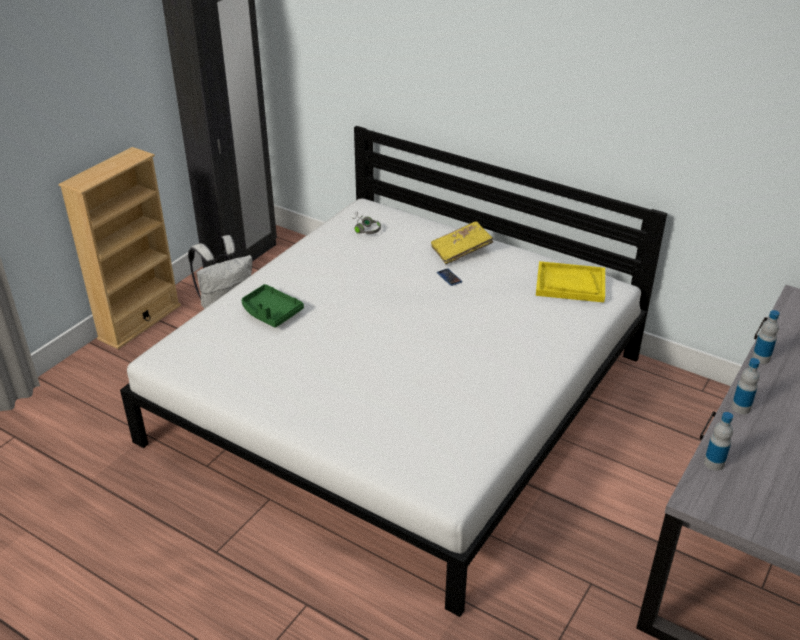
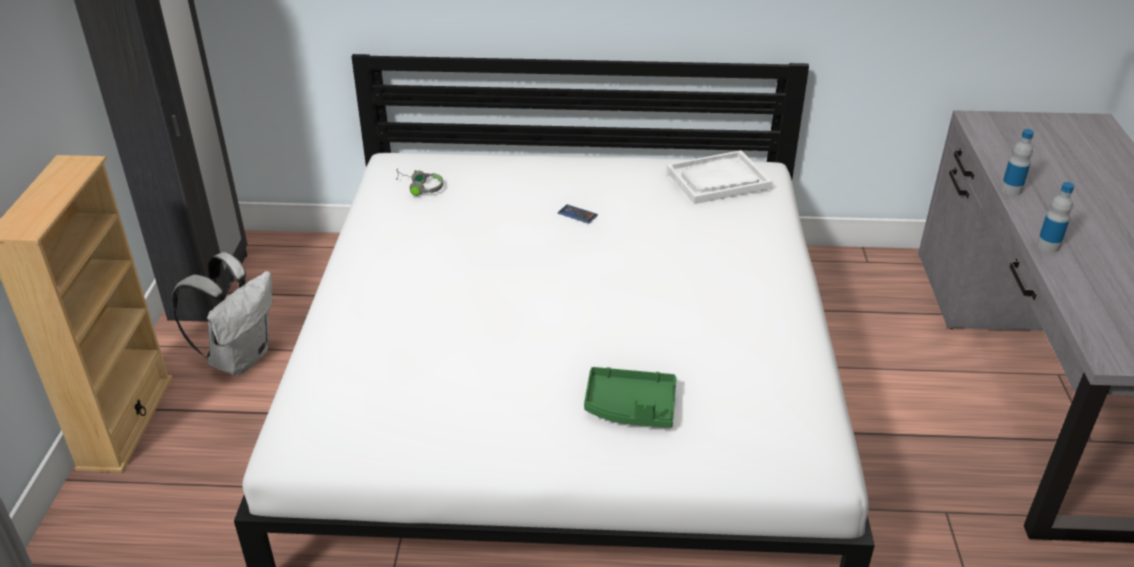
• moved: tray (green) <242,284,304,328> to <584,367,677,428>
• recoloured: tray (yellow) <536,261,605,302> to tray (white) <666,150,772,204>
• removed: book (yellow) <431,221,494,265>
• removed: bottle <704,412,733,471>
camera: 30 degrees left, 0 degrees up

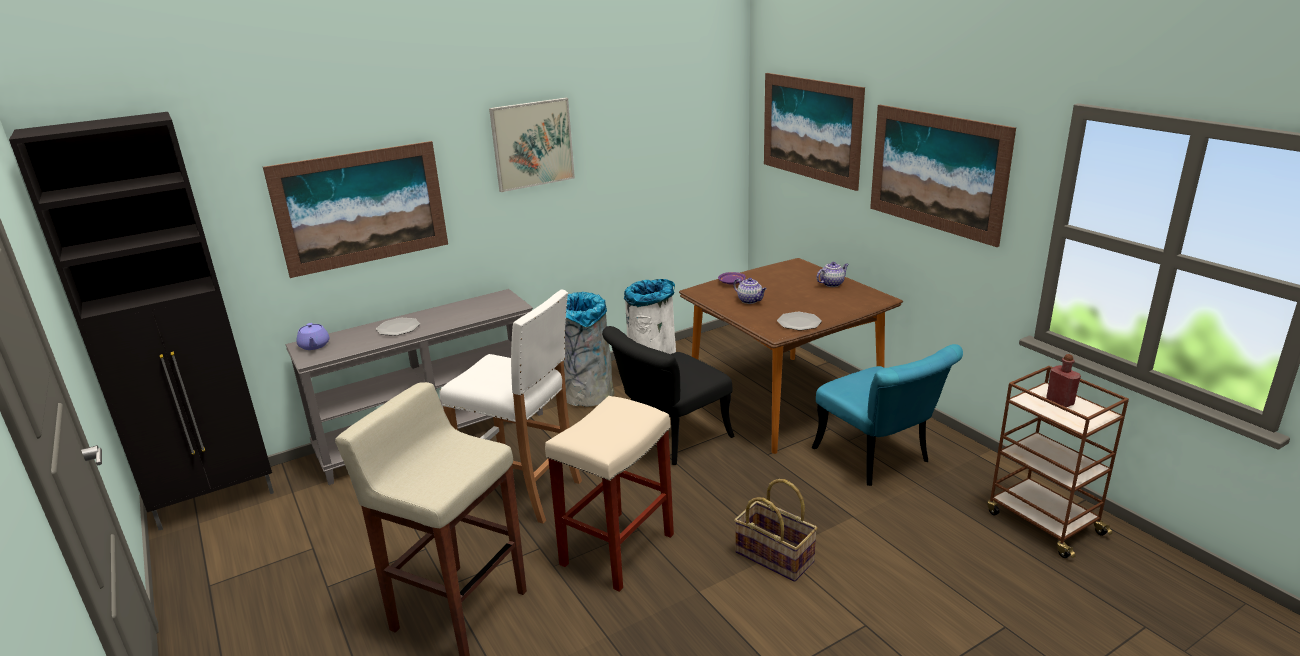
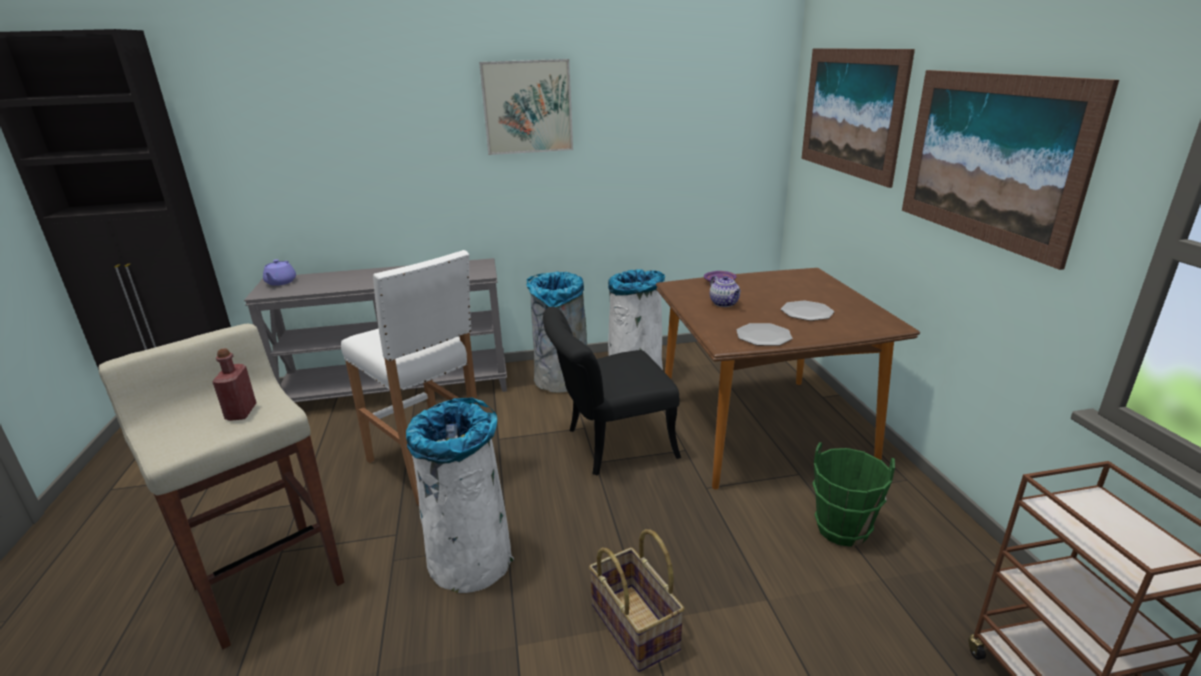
• moved: bottle (red) <1046,354,1081,407> to <212,348,256,421>
• replaced: stool (beige) <545,396,674,592> to trash can (white) <406,397,514,593>
• moved: plate <376,318,420,336> to <781,301,834,321>
• replaced: chair (turquoise) <811,344,963,486> to bucket (green) <812,442,895,547>
• removed: picture <263,141,448,278>
• removed: teapot <816,262,849,287>
camera: 20 degrees right, 0 degrees up

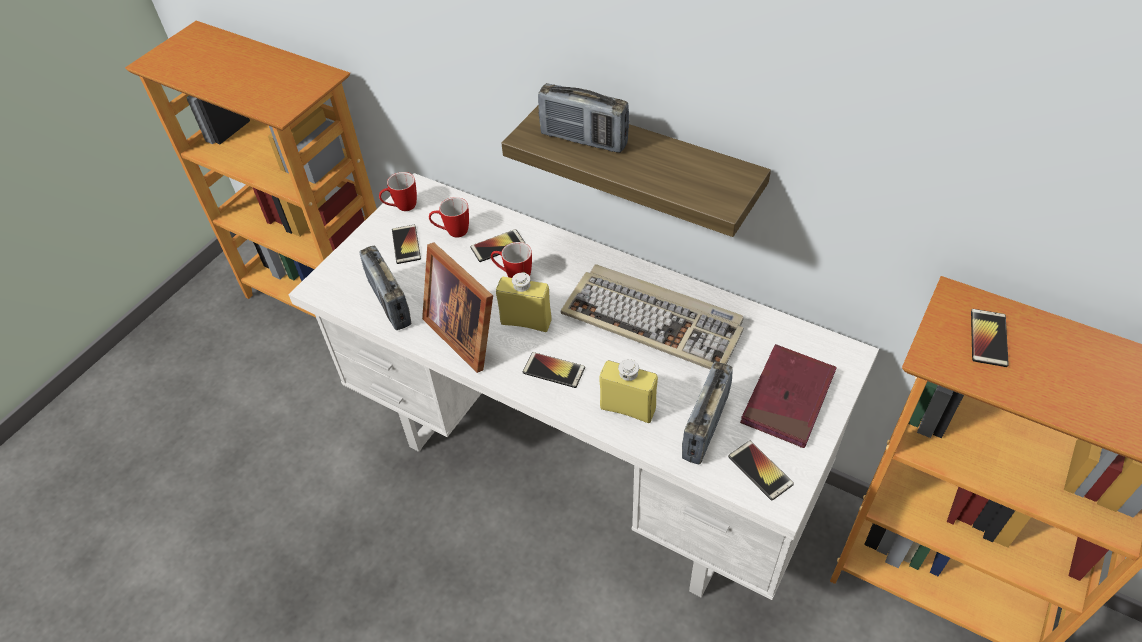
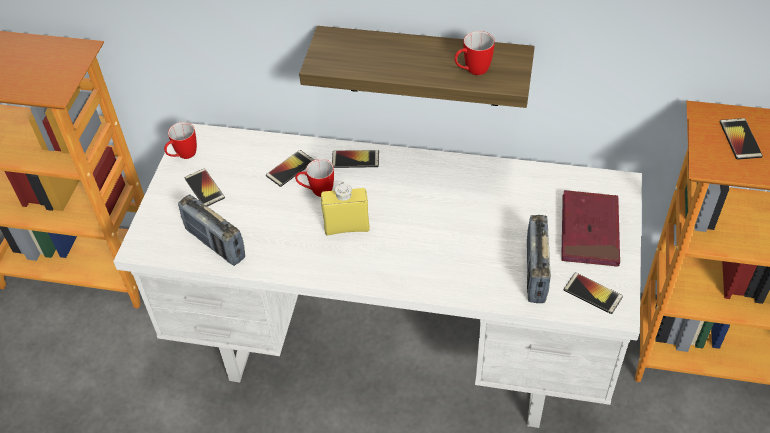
• moved: phone <523,352,585,388> to <332,150,379,168>
• moved: mug <429,197,469,237> to <454,31,495,75>
• removed: picture frame <422,242,493,373>
• removed: radio <538,83,629,153>
• removed: keyboard <561,264,744,370>
• removed: bottle (yellow) <599,359,658,423>
camera: 20 degrees left, 0 degrees up

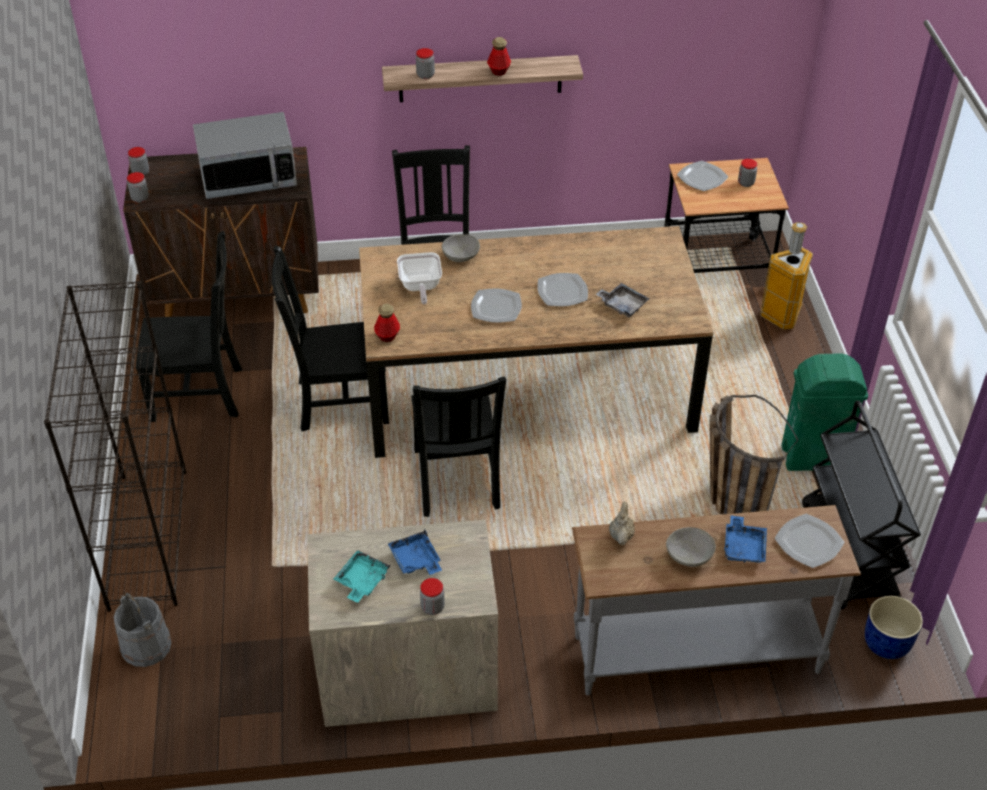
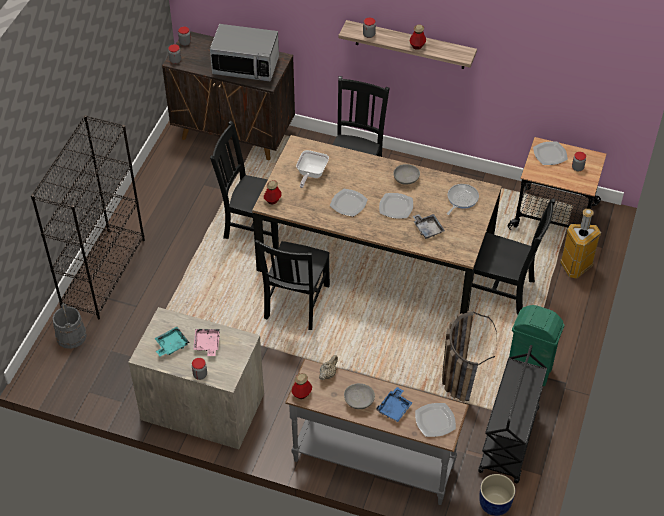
• recoloured: tray (blue) <388,529,442,575> to tray (pink) <193,328,220,356>
• added: bottle <291,373,312,399>
• moved: bowl (grey) <442,234,480,262> to <393,164,420,185>
• added: frying pan <447,184,479,215>
• moved: chair (black) <136,231,242,422> to <472,199,555,314>
camera: 25 degrees right, 5 degrees up

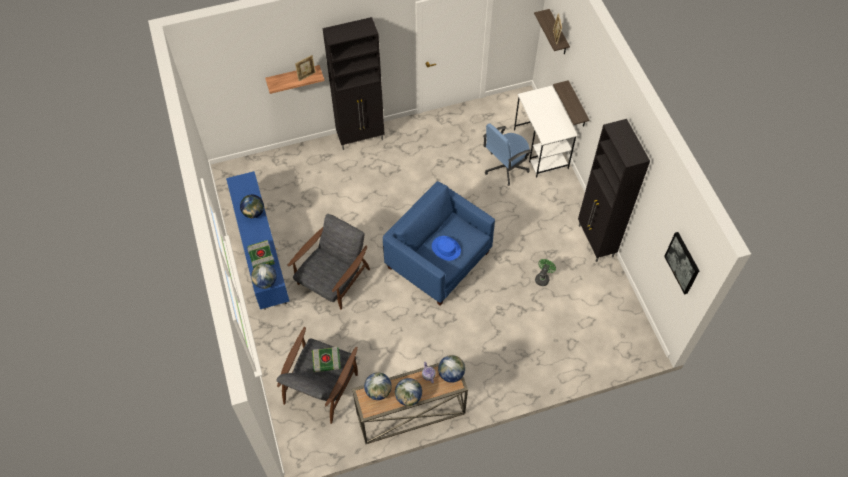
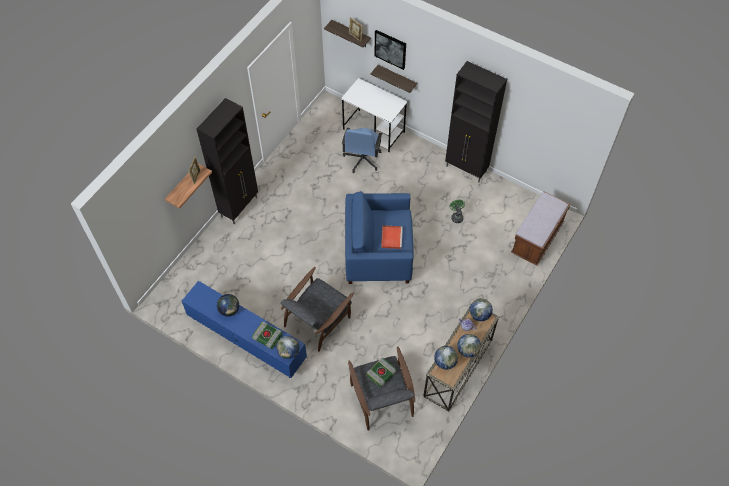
• turned: armchair (grey) <287,214,370,310> = <281,267,354,352> 135 degrees counterclockwise
• moved: picture <664,232,699,295> to <374,30,406,70>
• replaced: hat (blue) <432,236,461,261> to tray (red) <381,225,403,249>
• added: bench (brown) <511,192,570,266>
camera: 40 degrees left, 0 degrees up

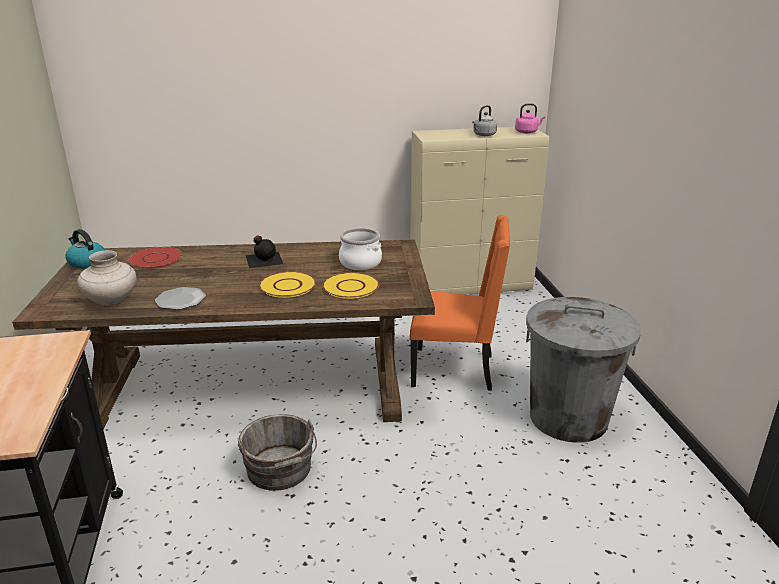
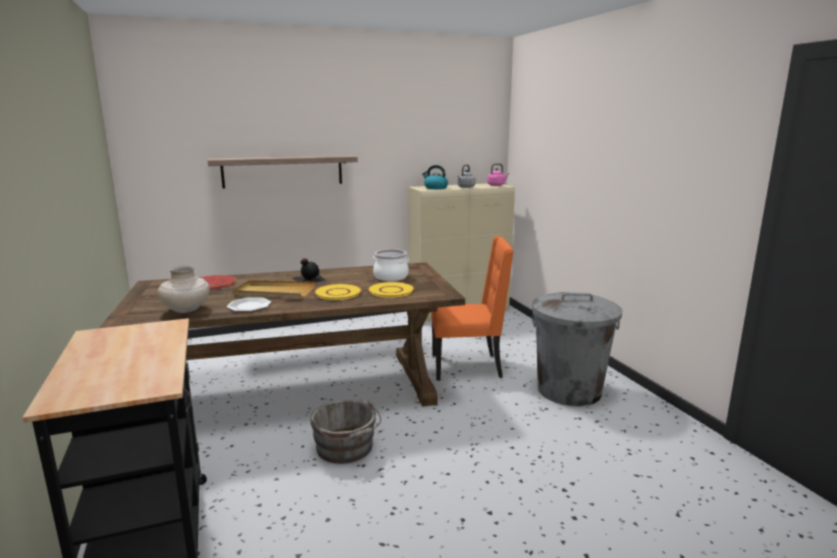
• added: shelf <208,155,358,189>
• added: tray (beige) <233,280,315,297>
• moved: kettle <65,229,105,269> to <422,165,448,189>
camera: 10 degrees left, 10 degrees down

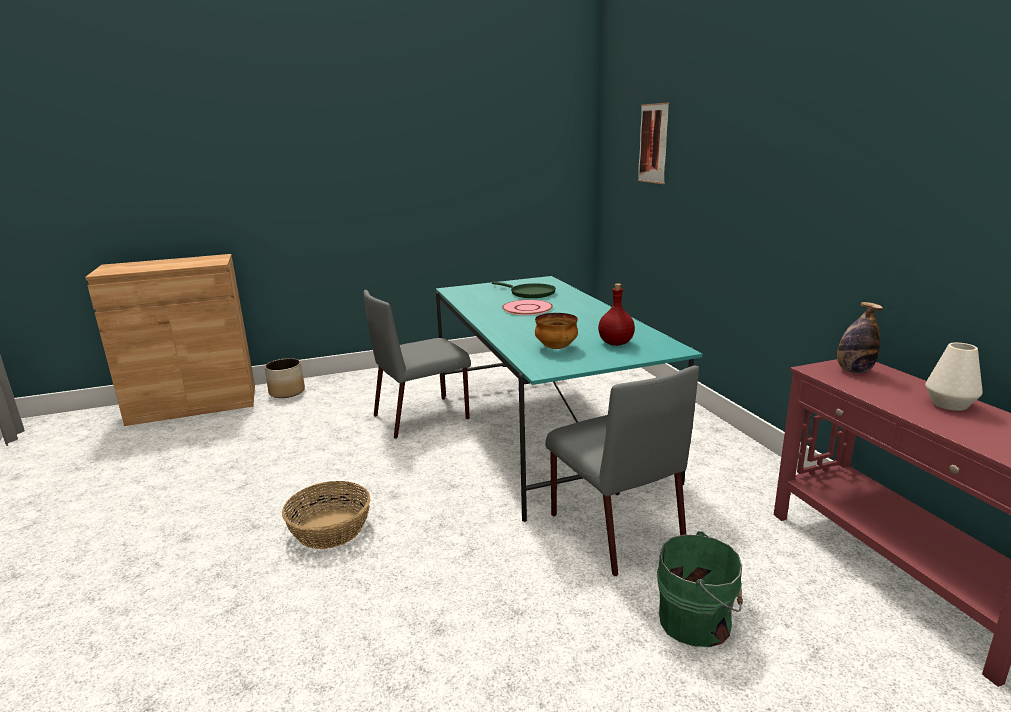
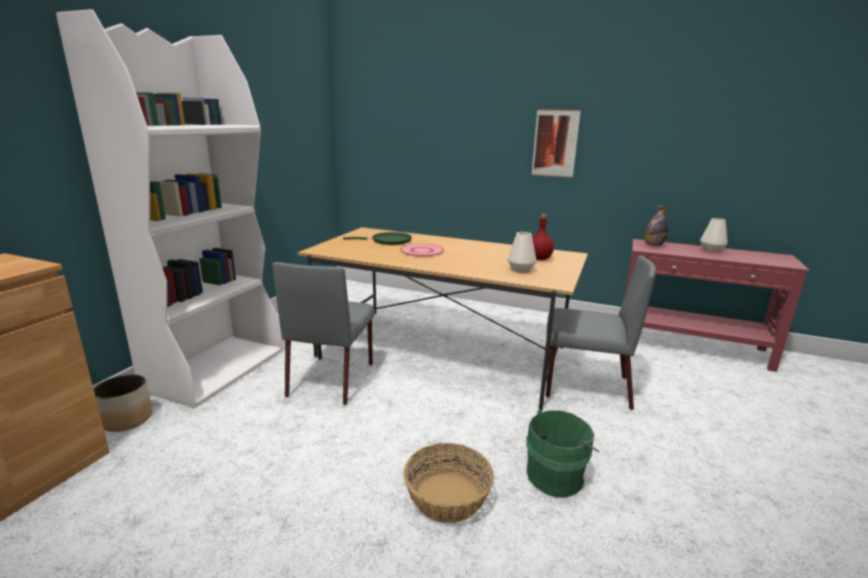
• added: bookcase (white) <56,9,282,408>
• recoloured: dining table (turquoise) <436,276,702,522> to dining table (beige) <297,227,588,410>
• replaced: bowl <535,313,578,349> to vase (white) <507,232,537,273>
• moved: bucket (green) <657,531,743,647> to <526,410,599,498>
• moved: picture <638,102,669,184> to <532,109,581,178>
camera: 50 degrees left, 0 degrees up

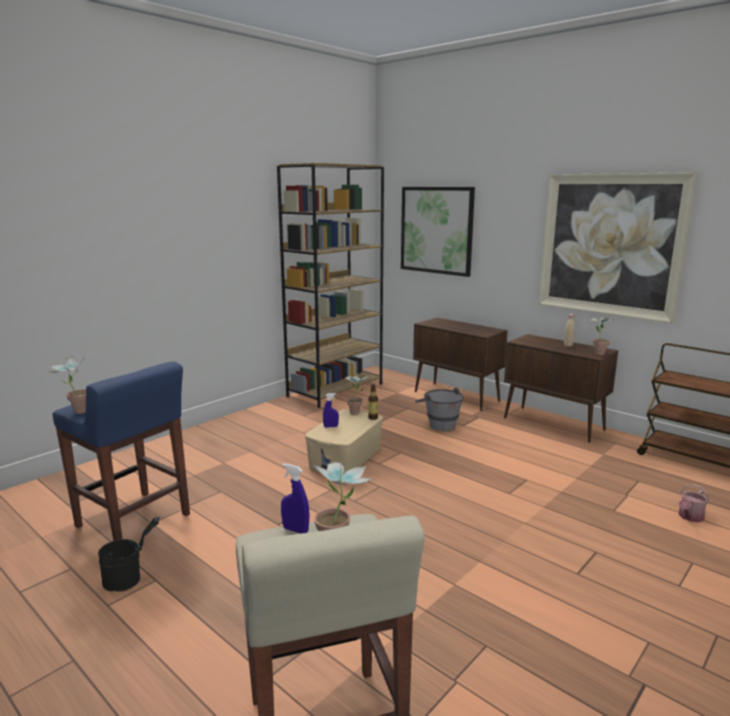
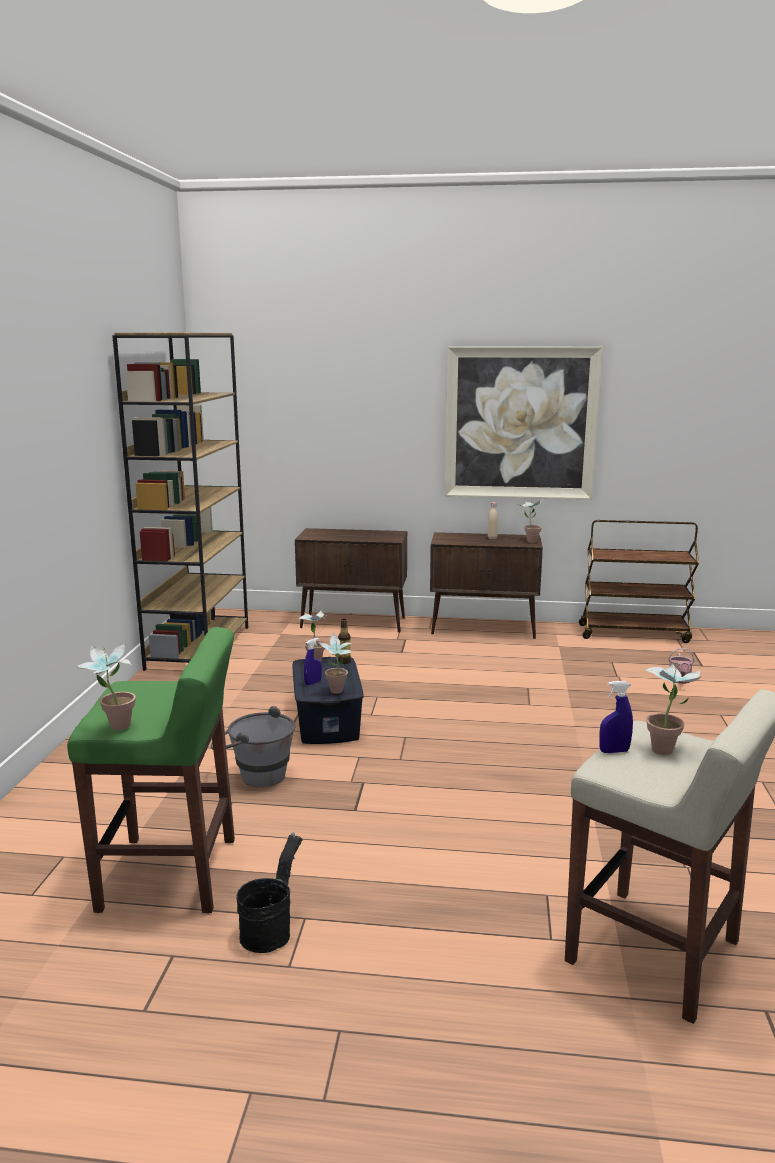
• recoloured: stool (blue) <53,362,190,541> to stool (green) <67,627,235,913>
• moved: bucket (grey) <415,387,464,431> to <211,706,296,788>
• recoloured: storage box (beige) <305,409,383,474> to storage box (blue) <292,657,364,744>
• added: potted plant <319,633,353,694>
• removed: picture <401,187,475,277>
camera: 35 degrees left, 0 degrees up

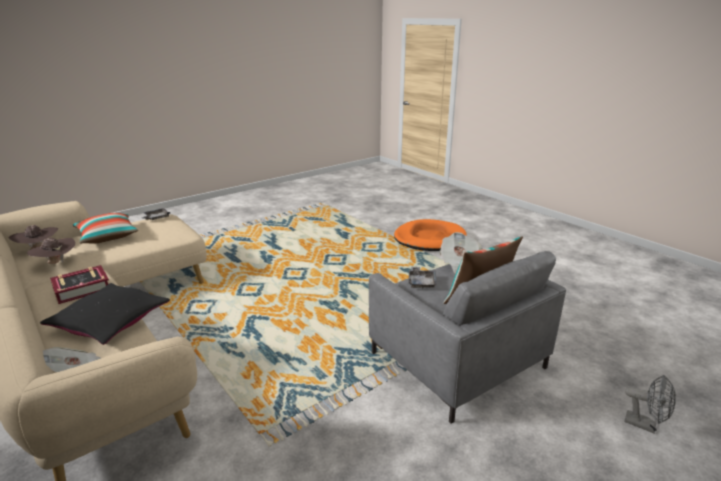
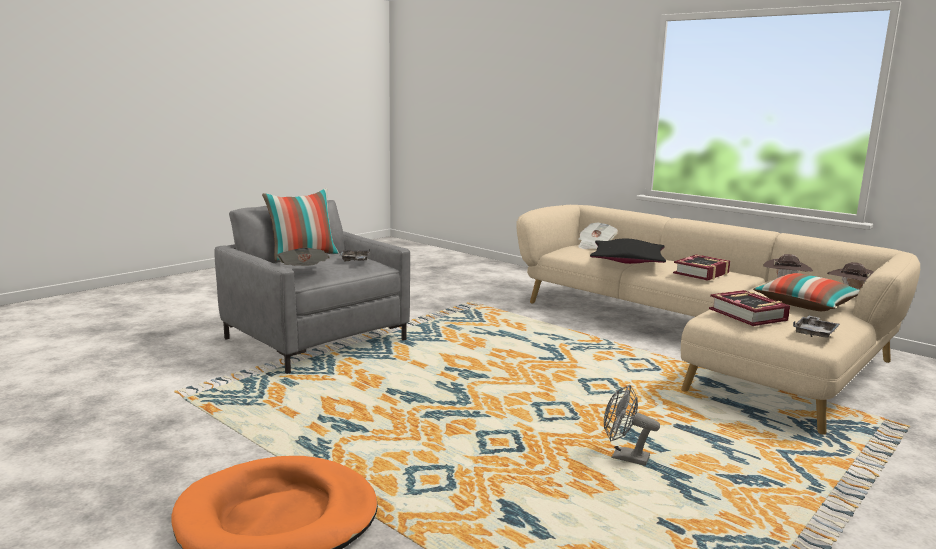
• moved: fan (grey) <624,375,676,433> to <604,385,660,466>
• added: book <709,290,790,326>
camera: 170 degrees right, 10 degrees down

